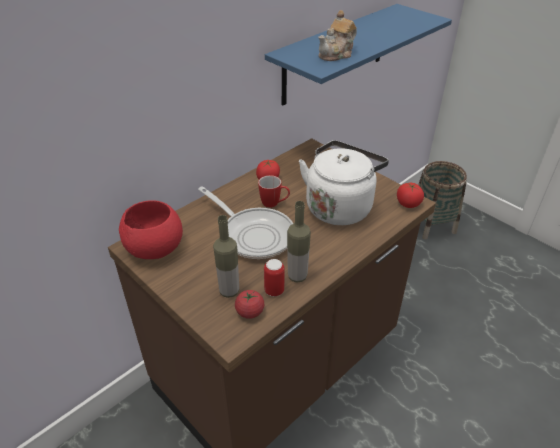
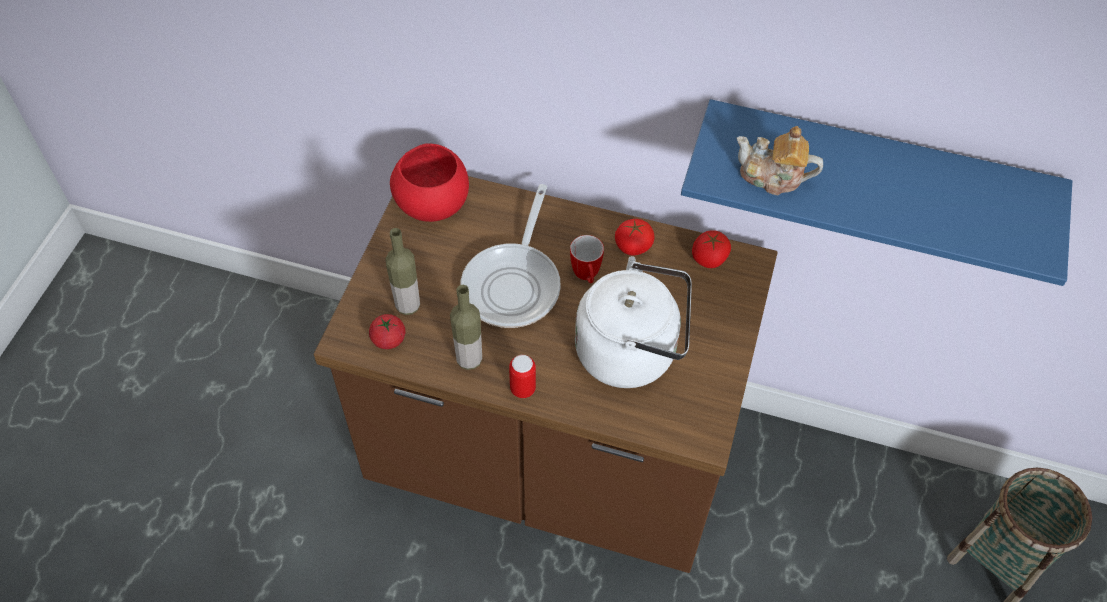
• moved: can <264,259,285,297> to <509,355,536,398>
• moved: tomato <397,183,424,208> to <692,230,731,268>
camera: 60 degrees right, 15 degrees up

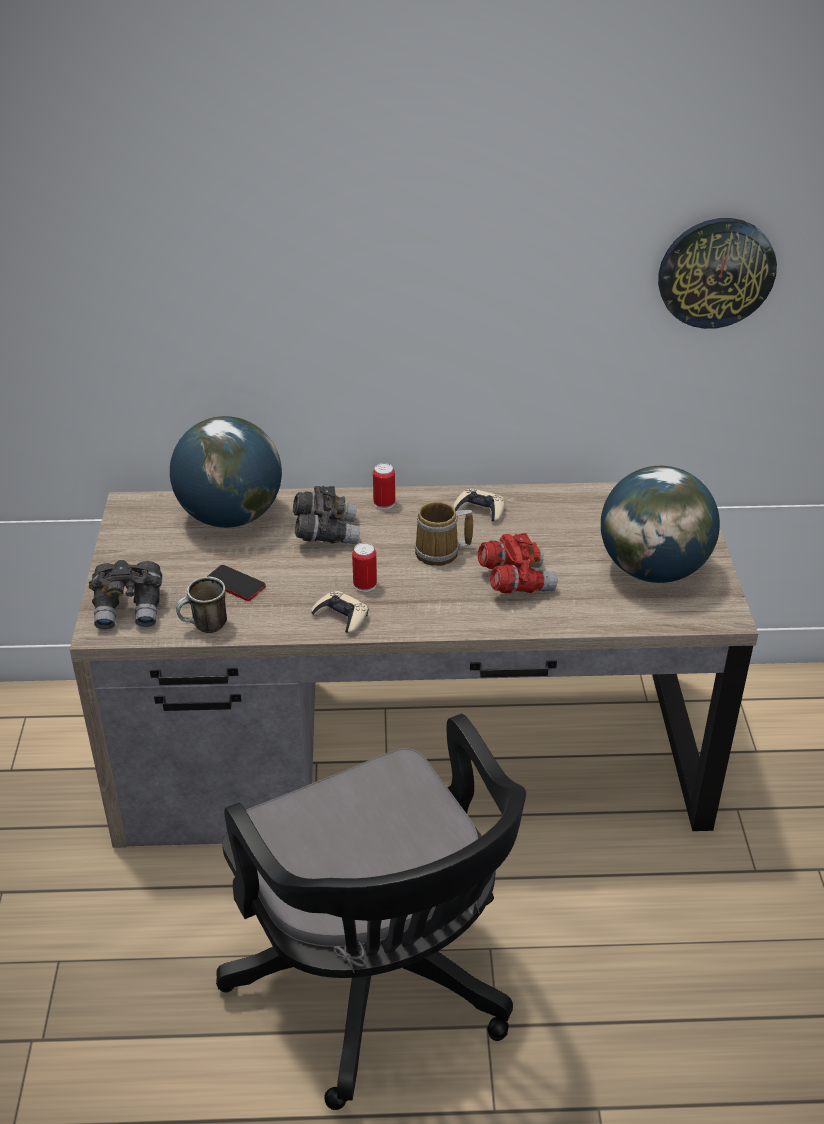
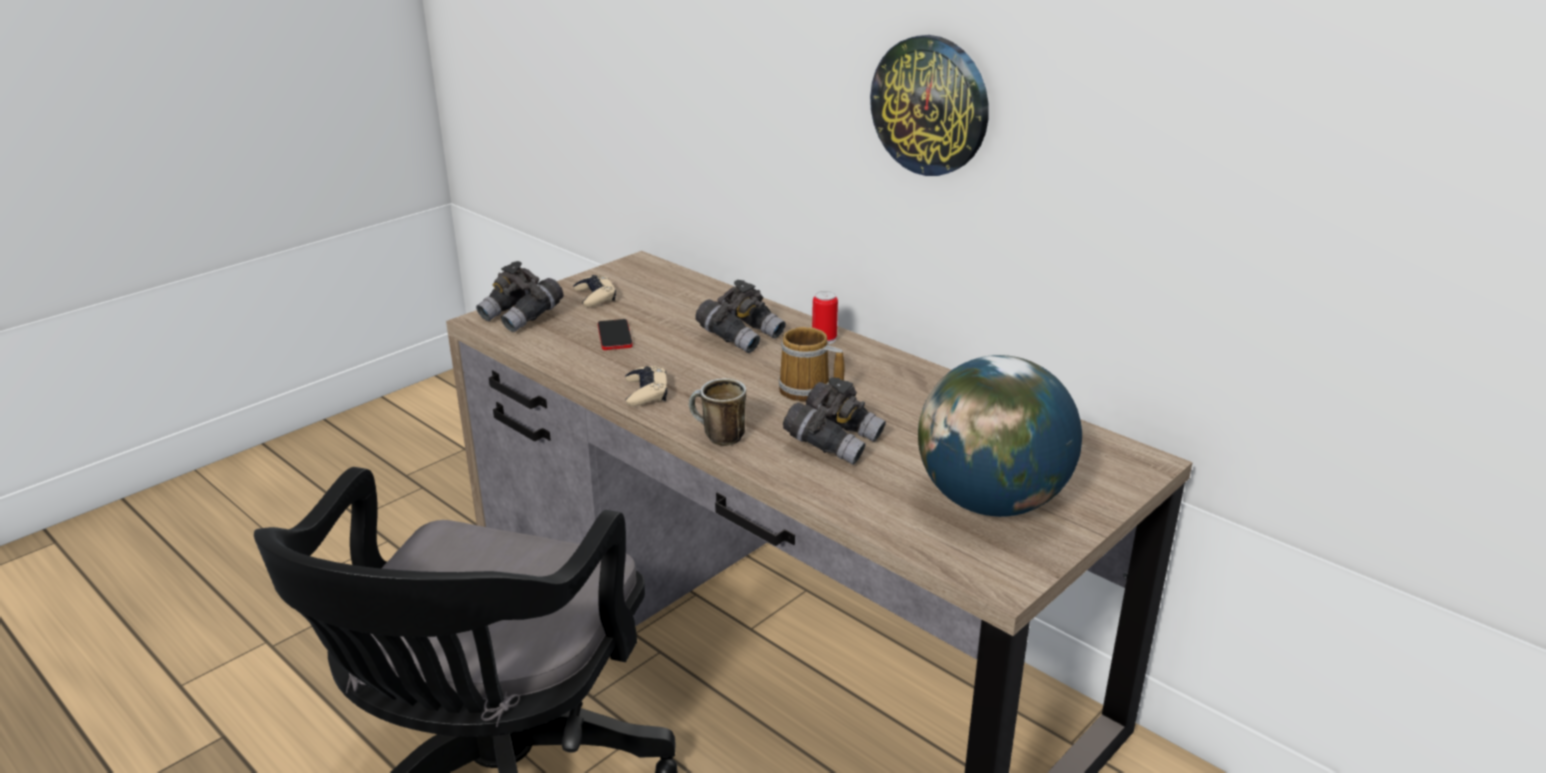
• moved: game controller (beige) <453,488,505,523> to <573,275,616,307>
• moved: mug <176,577,227,633> to <689,378,746,446>
• recoloured: binoculars (red) <478,533,557,593> to binoculars (grey) <783,377,886,465>
• moved: wall clock <658,218,777,329> to <870,35,989,176>
• removed: globe <170,416,282,528>
• removed: can <352,543,377,592>
camera: 45 degrees right, 10 degrees down

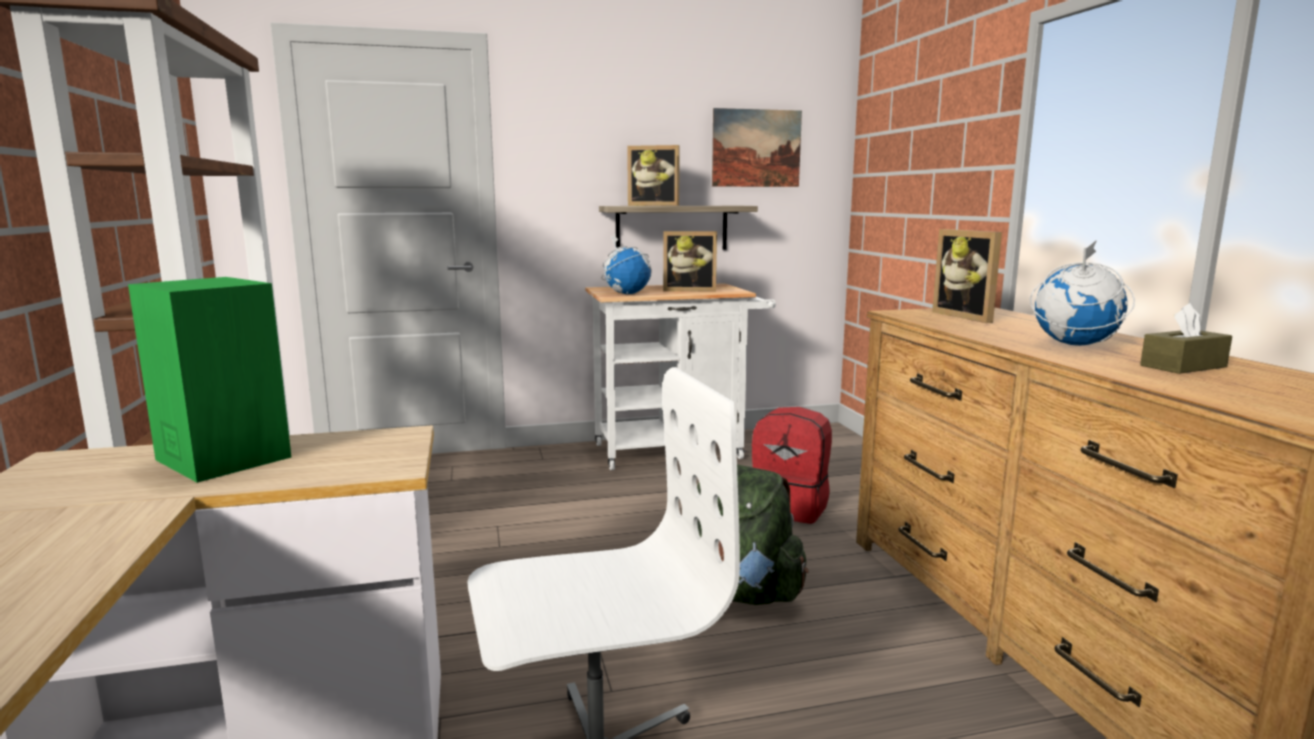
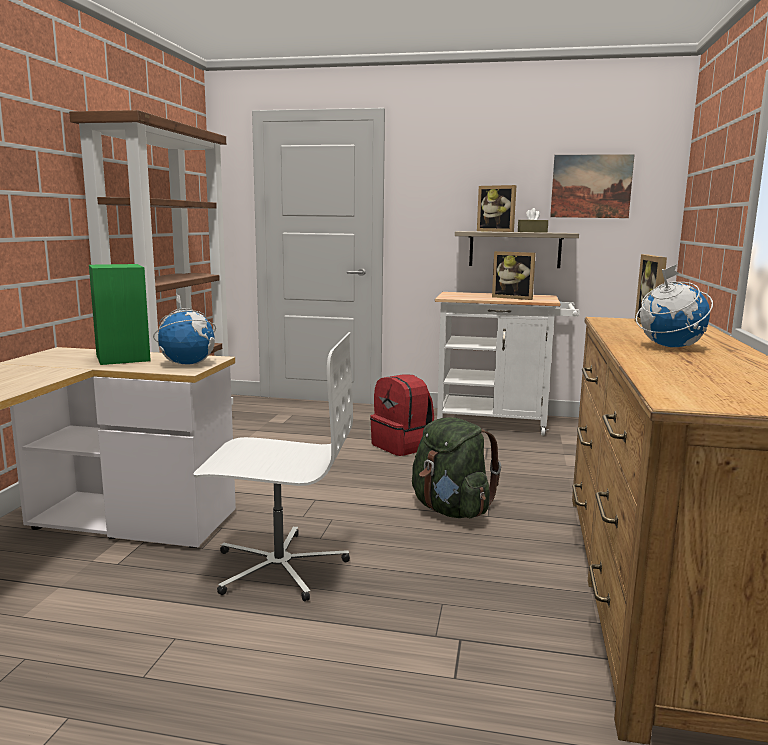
• moved: globe <601,233,652,294> to <153,293,216,364>
• moved: backpack (red) <752,407,832,524> to <370,374,434,456>
• moved: tissue box (brown) <1140,303,1232,374> to <518,208,548,233>
camera: 25 degrees right, 0 degrees up

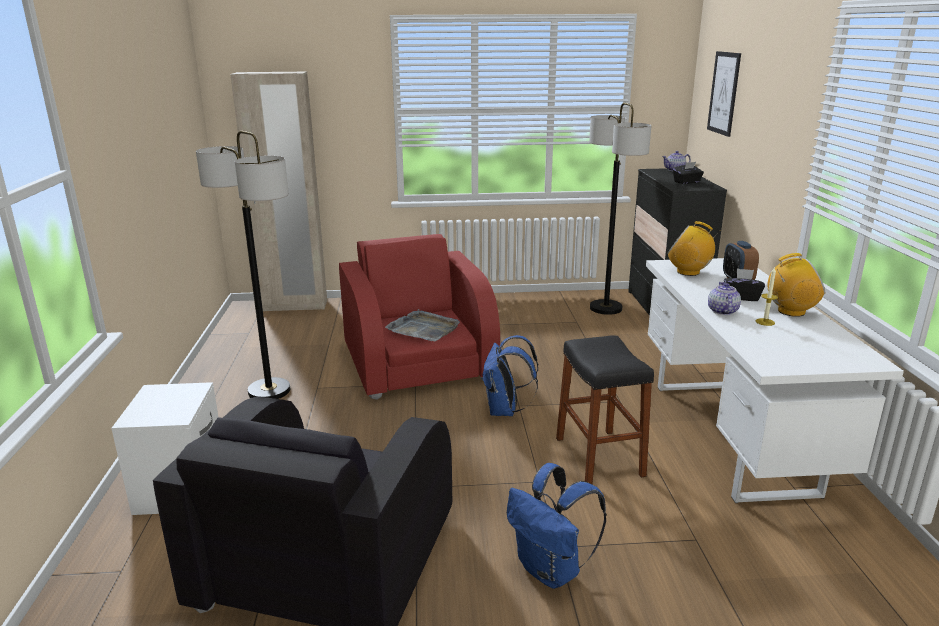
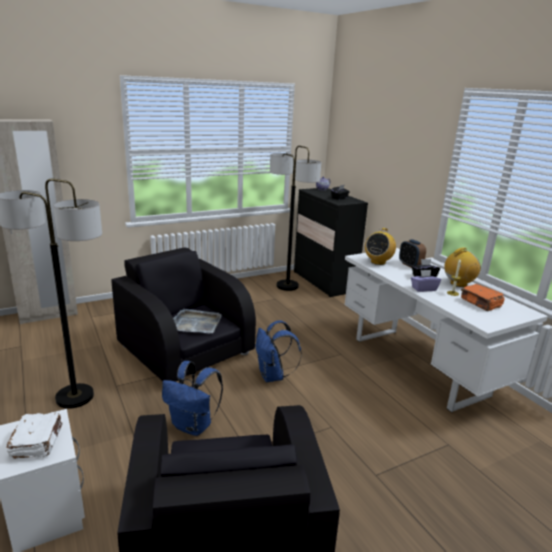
• added: book (white) <6,412,62,459>
• recoloured: armchair (red) <339,234,500,400> to armchair (black) <111,248,256,382>
• moved: backpack (blue) <507,463,607,589> to <162,361,223,436>
• turned: radio <667,221,720,276> = <365,228,396,265> 60 degrees counterclockwise
• replaced: teapot <708,282,741,315> to tissue box (purple) <411,270,441,292>
• added: book (orange) <461,284,505,311>
• removed: stool (black) <556,335,654,484>
• removed: picture <707,51,741,137>
camera: 25 degrees left, 0 degrees up

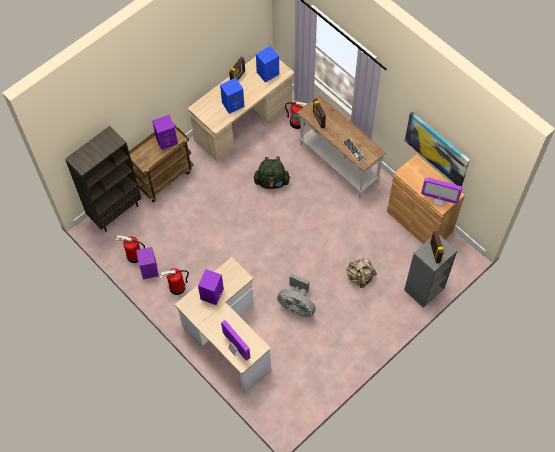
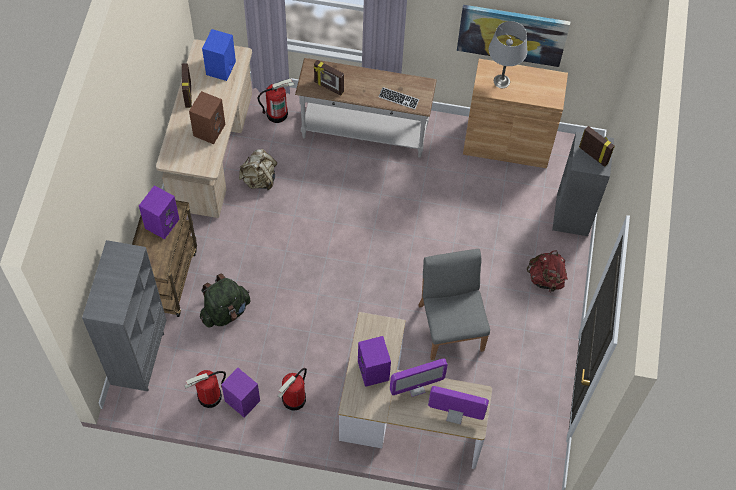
• recoloured: bookcase (brown) <65,126,142,232> to bookcase (grey) <82,240,166,391>
• recoloured: speaker (blue) <220,78,244,114> to speaker (brown) <189,91,225,144>
• moved: backpack (green) <254,157,291,189> to <200,273,251,328>
• moved: backpack (beige) <346,259,377,288> to <239,149,277,190>
• moved: monitor <421,177,462,206> to <390,358,448,397>
• replaced: fan (grey) <277,273,316,317> to chair (grey) <418,249,490,360>
• added: table lamp (grey) <489,21,527,88>
• added: backpack (red) <527,250,567,292>
camera: 40 degrees left, 0 degrees up

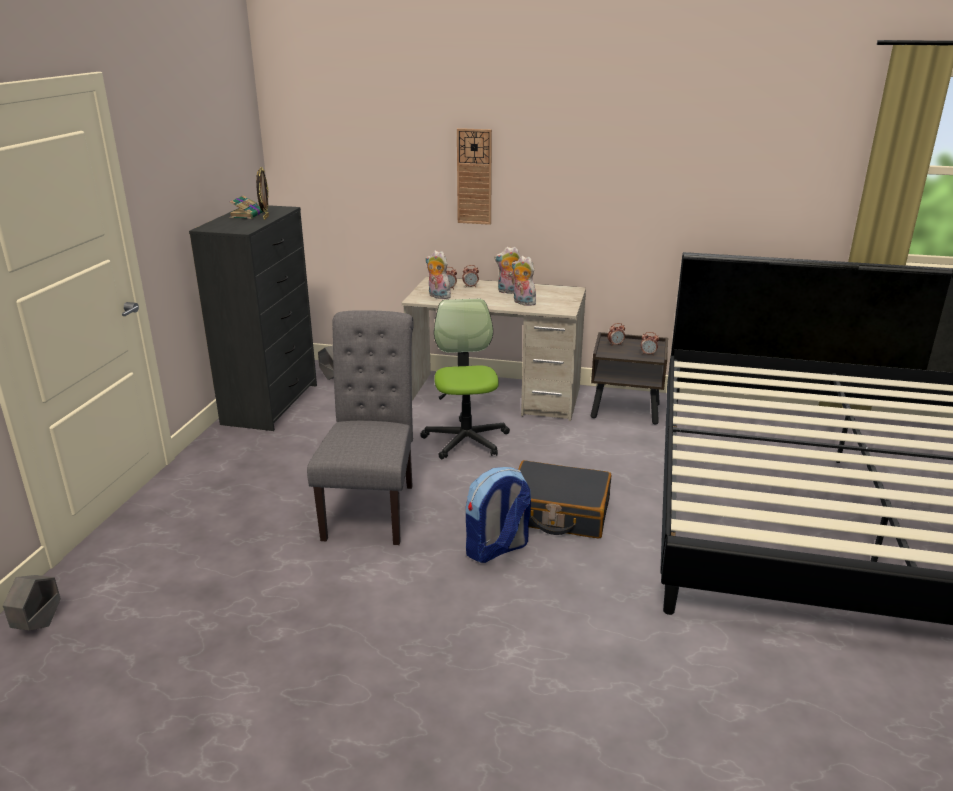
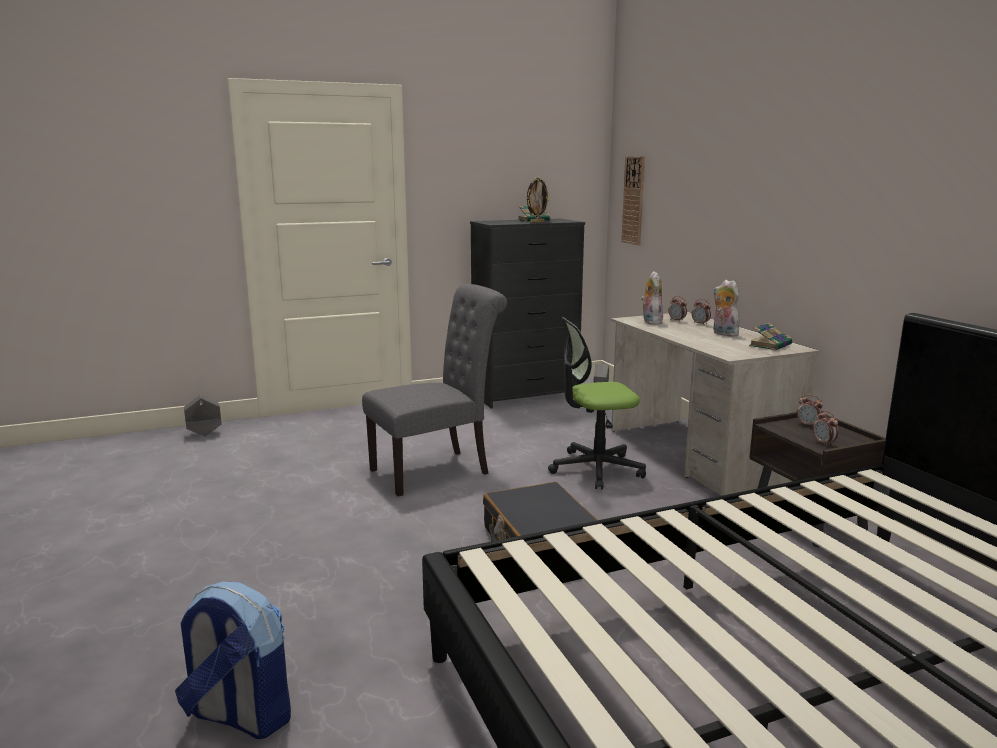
• moved: backpack <466,467,531,563> to <175,581,291,739>
• turned: office chair <420,299,510,459> = <548,317,646,490> 150 degrees counterclockwise
• moved: wall clock <457,128,492,225> to <621,156,645,245>
• added: book <749,323,792,351>
• removed: plush toy <512,256,536,306>
camera: 55 degrees right, 10 degrees down

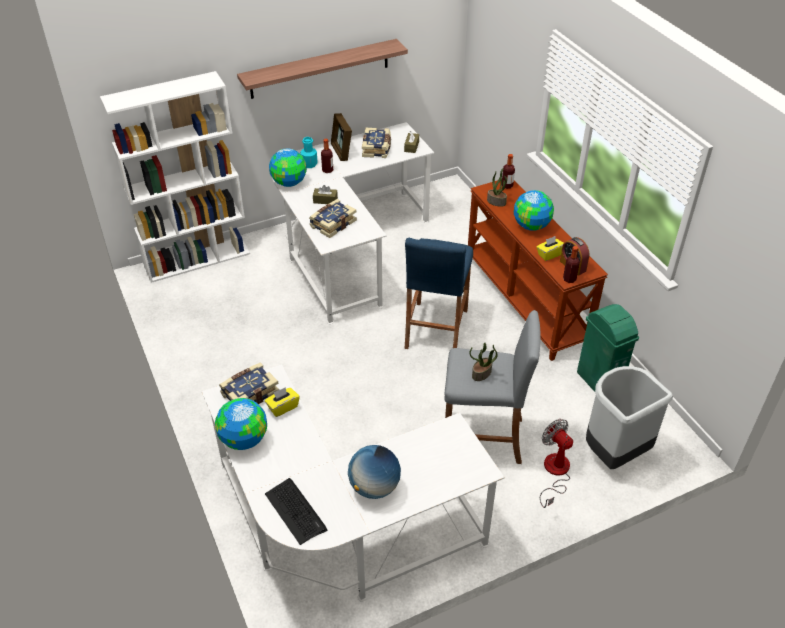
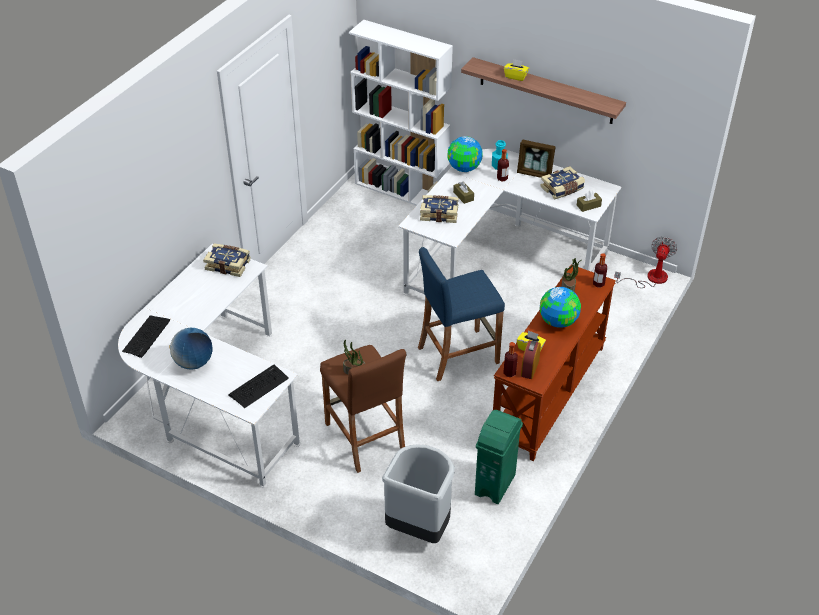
• added: keyboard <228,364,289,408>
• recoloured: stool (grey) <445,310,541,464> to stool (brown) <320,345,406,473>
• moved: tissue box (yellow) <265,387,300,417> to <504,59,529,81>
• turned: picture frame <331,113,352,161> = <517,140,556,178> 105 degrees counterclockwise
• moved: fan <540,419,573,508> to <614,237,677,288>
• removed: globe <215,398,267,450>
camera: 55 degrees right, 0 degrees up

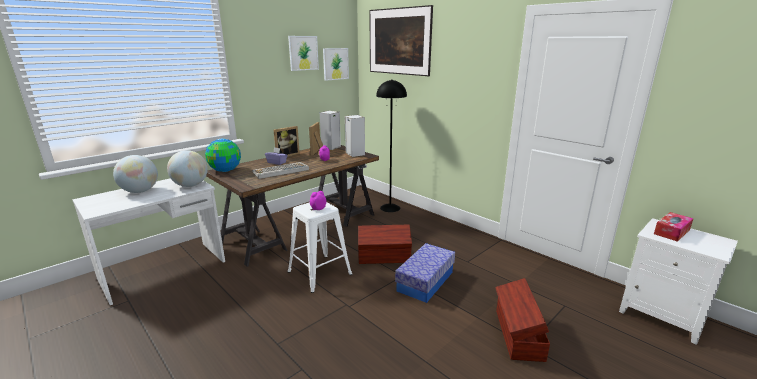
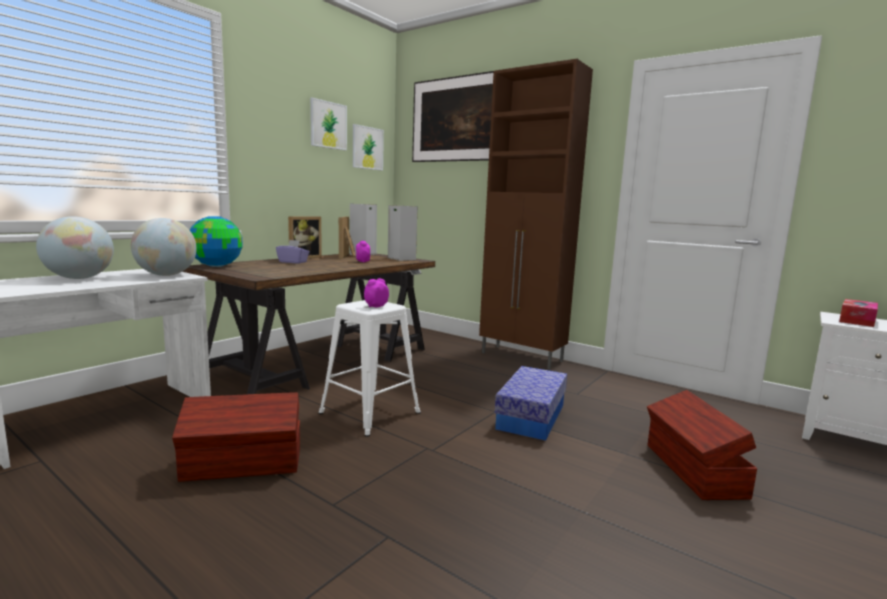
• moved: storage box (brown) <358,225,412,264> to <172,392,300,482>
• added: cabinet (brown) <479,59,593,369>
• removed: keyboard <252,162,309,179>
• removed: floor lamp (black) <376,79,407,212>
camera: 10 degrees left, 10 degrees down

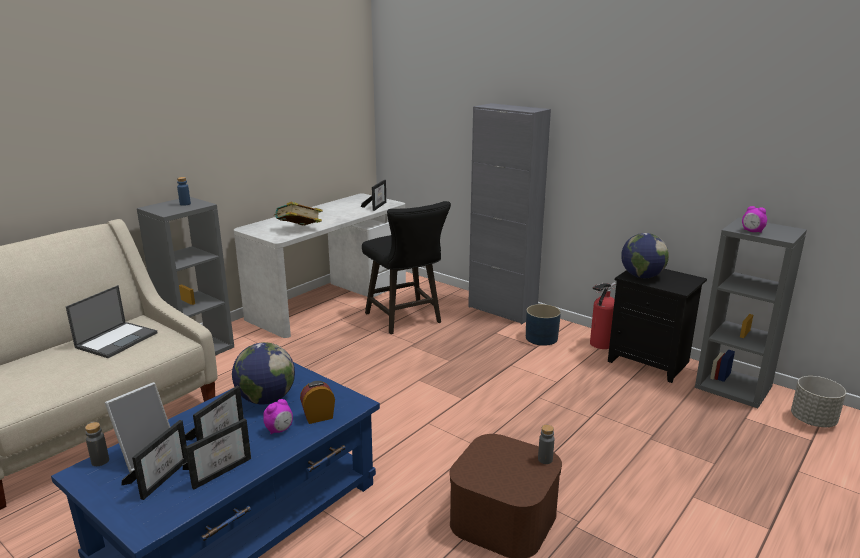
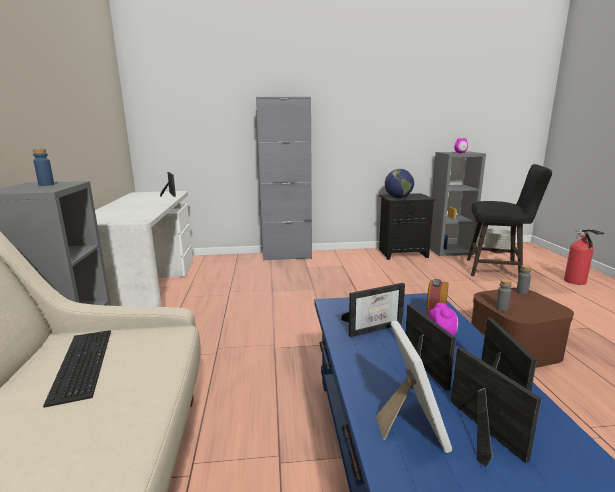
• replaced: laptop <66,285,158,358> to keyboard <43,330,111,408>
• replaced: globe <232,342,295,404> to picture frame <341,283,405,337>
• moved: stool (black) <362,201,451,334> to <467,164,552,277>
• moved: bottle (grey) <85,422,109,466> to <496,279,512,311>
• moved: fire extinguisher <590,282,616,349> to <564,229,605,285>
• removed: book <274,202,322,225>
• removed: planter (blue) <526,304,561,346>
camera: 45 degrees left, 5 degrees down

